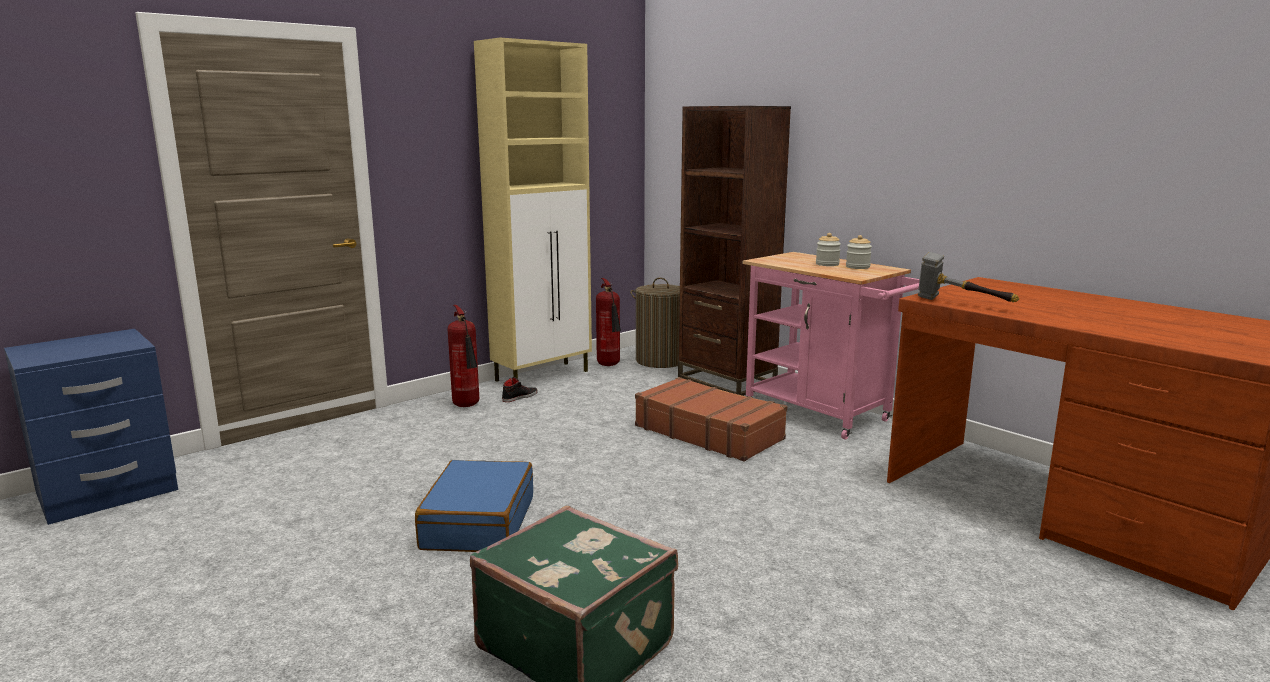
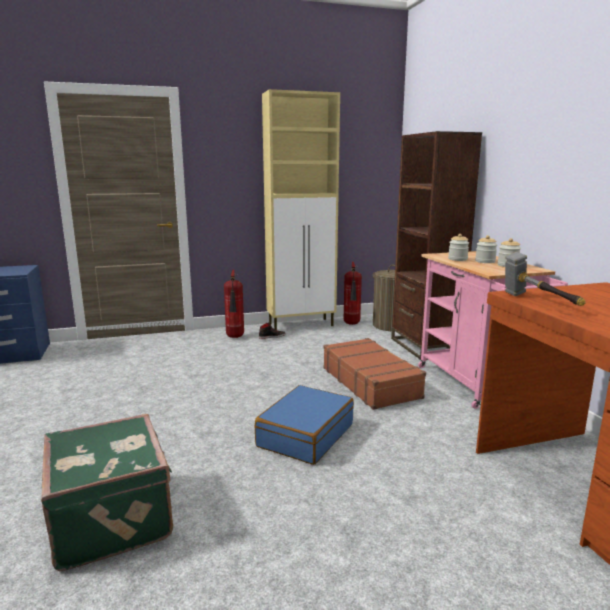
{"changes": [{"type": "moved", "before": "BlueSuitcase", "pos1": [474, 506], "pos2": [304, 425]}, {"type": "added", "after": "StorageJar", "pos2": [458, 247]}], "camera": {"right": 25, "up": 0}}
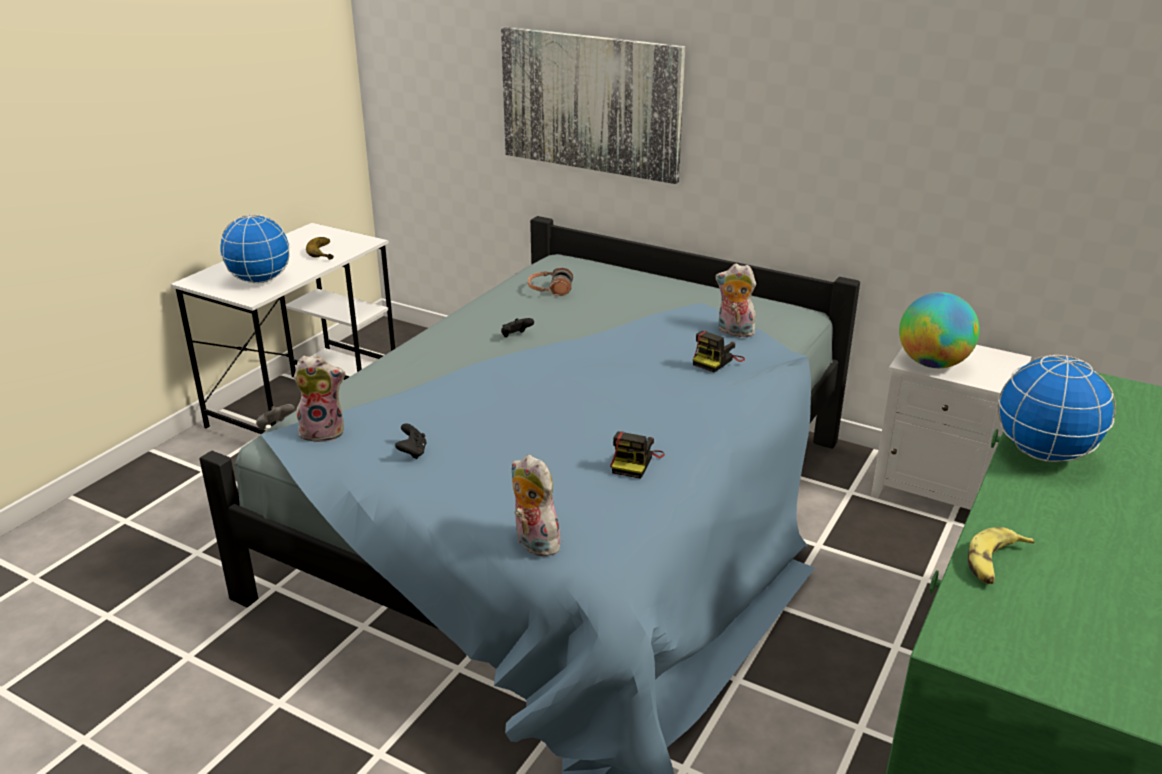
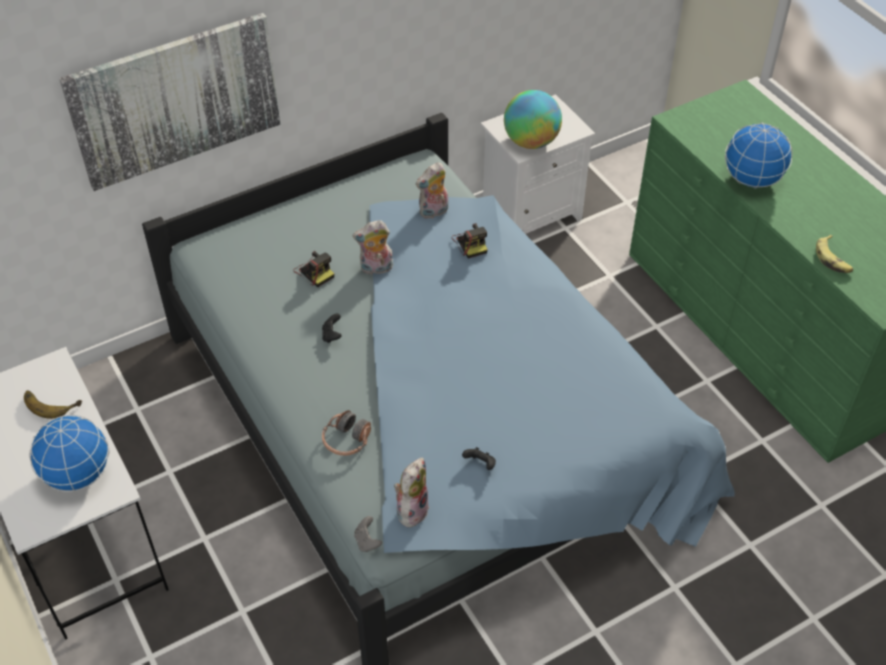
{"changes": [{"type": "moved", "before": "SoftToy", "pos1": [538, 506], "pos2": [372, 248]}, {"type": "moved", "before": "PairOfHeadphones", "pos1": [550, 282], "pos2": [346, 433]}, {"type": "moved", "before": "StillCamera", "pos1": [637, 455], "pos2": [313, 269]}], "camera": {"right": -60, "up": 20}}
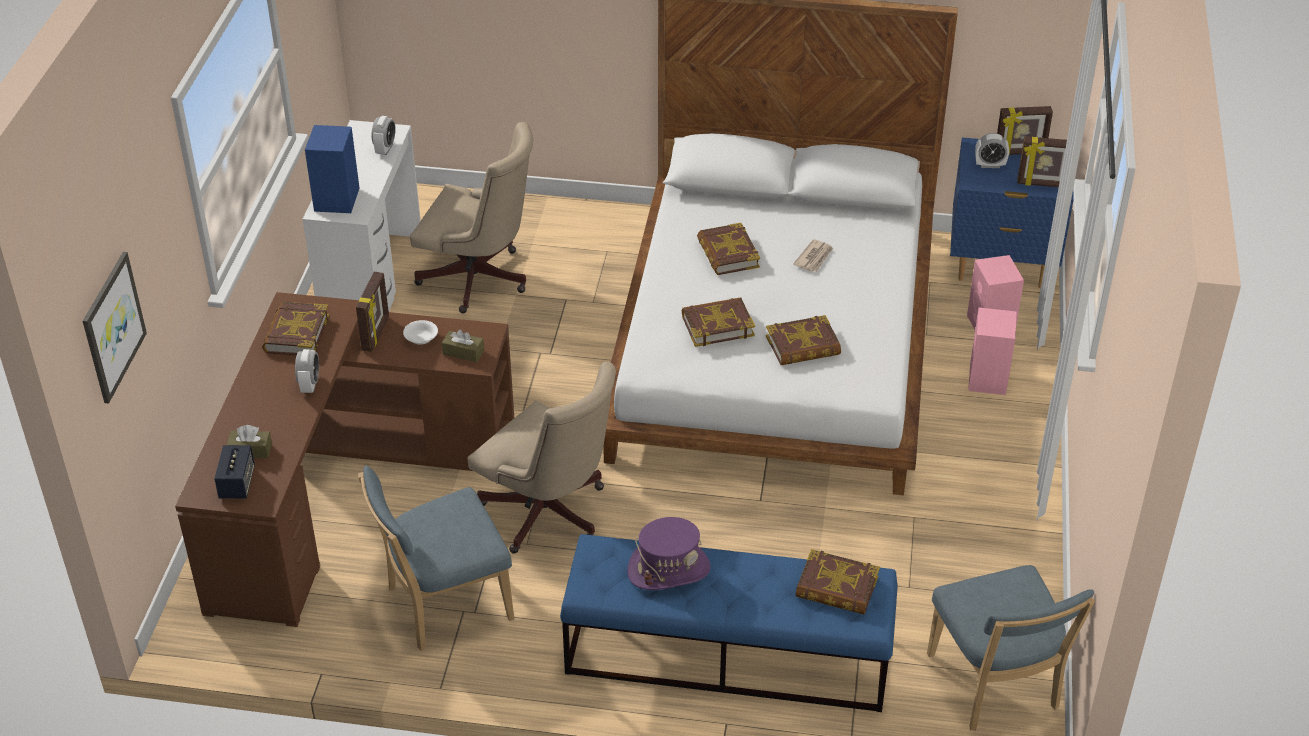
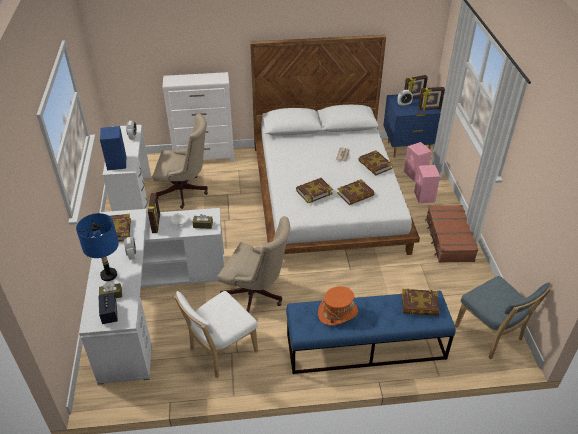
{"changes": [{"type": "removed", "before": "WallPicture", "pos1": [115, 328]}, {"type": "recoloured", "before": "BrownishDeskTable", "after": "WhitishDeskTable", "pos1": [345, 459], "pos2": [152, 296]}, {"type": "recoloured", "before": "BlueUprightChair", "after": "WhitishUprightChair", "pos1": [436, 558], "pos2": [216, 334]}, {"type": "recoloured", "before": "PurpleHat", "after": "OrangeyHat", "pos1": [668, 553], "pos2": [338, 305]}, {"type": "moved", "before": "Book", "pos1": [728, 249], "pos2": [375, 162]}, {"type": "added", "after": "BlueLampForATable", "pos2": [97, 247]}, {"type": "added", "after": "WhitishChestOfDrawers", "pos2": [198, 117]}, {"type": "added", "after": "BrownishSuitcase", "pos2": [451, 234]}], "camera": {"right": -15, "up": 0}}
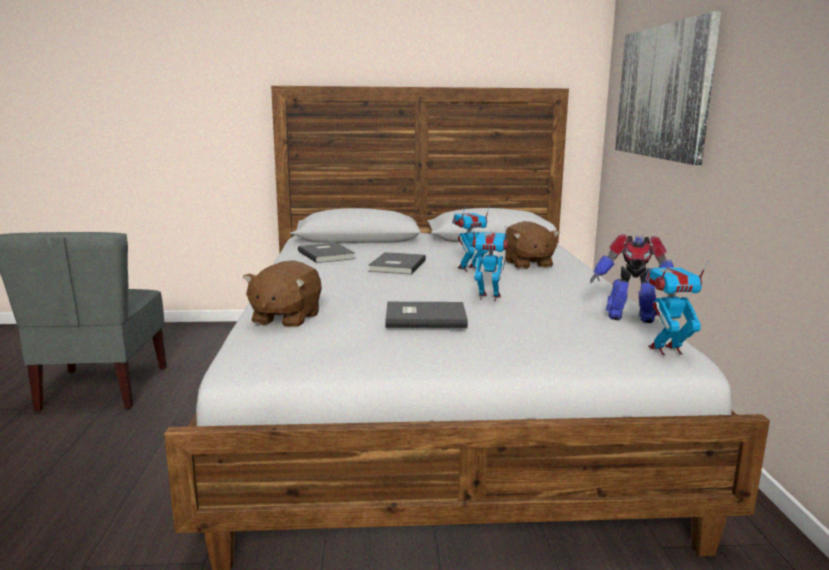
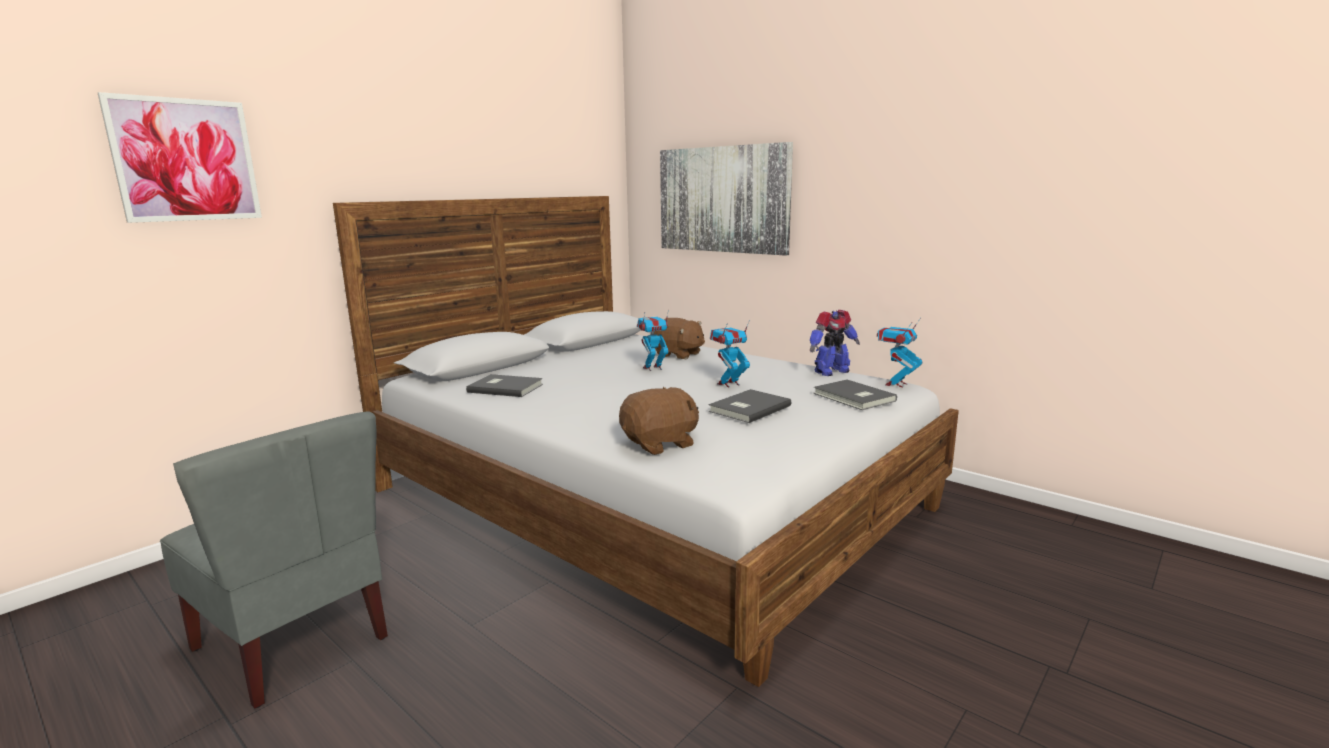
{"changes": [{"type": "turned", "before": "BrownishSoftToy", "pos1": [282, 293], "pos2": [659, 421], "turn": -90}, {"type": "moved", "before": "GreyishBook", "pos1": [397, 263], "pos2": [855, 394]}, {"type": "turned", "before": "RobotFigure", "pos1": [471, 238], "pos2": [653, 340], "turn": 45}, {"type": "added", "after": "WallPicture", "pos2": [180, 157]}], "camera": {"right": -45, "up": 0}}
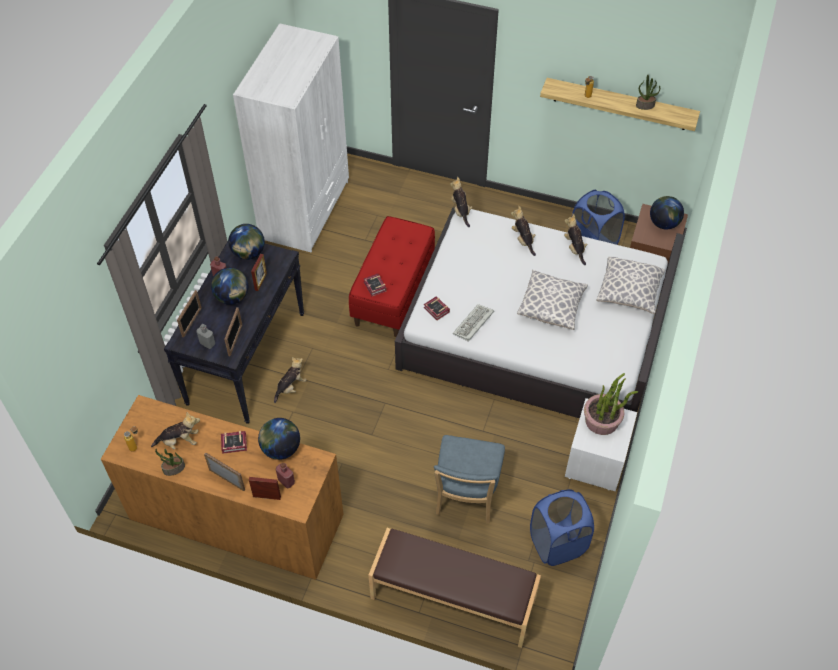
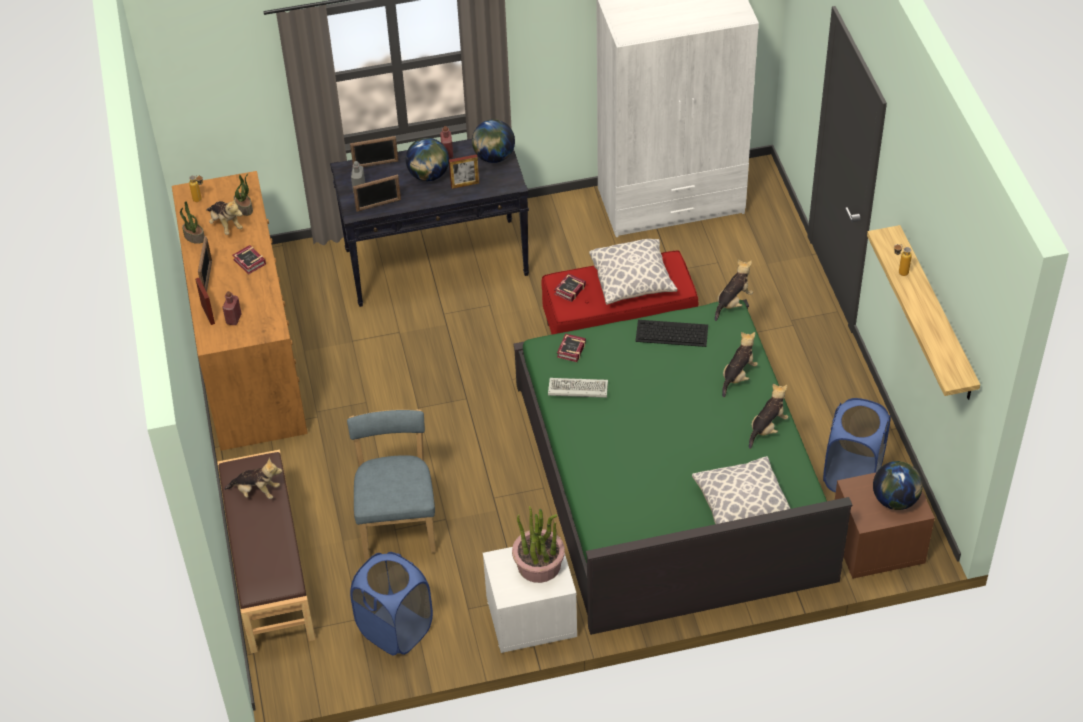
{"changes": [{"type": "removed", "before": "DeskGlobe", "pos1": [279, 439]}, {"type": "moved", "before": "SoftToy", "pos1": [290, 380], "pos2": [253, 478]}, {"type": "recoloured", "before": "WhitishBedroomBed", "after": "GreenBedroomBed", "pos1": [539, 313], "pos2": [682, 467]}, {"type": "turned", "before": "BlueUprightChair", "pos1": [469, 479], "pos2": [391, 484], "turn": 105}, {"type": "moved", "before": "ThrowPillow", "pos1": [552, 300], "pos2": [633, 272]}, {"type": "moved", "before": "PlantInAPot", "pos1": [648, 92], "pos2": [243, 194]}, {"type": "added", "after": "ComputerKeyboard", "pos2": [671, 333]}], "camera": {"right": 60, "up": -5}}
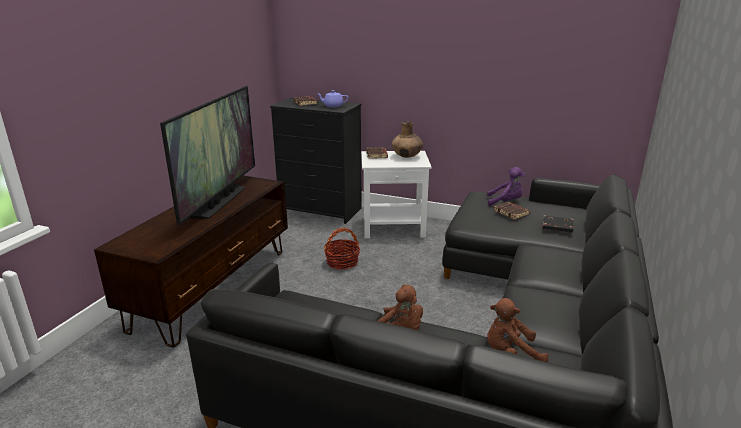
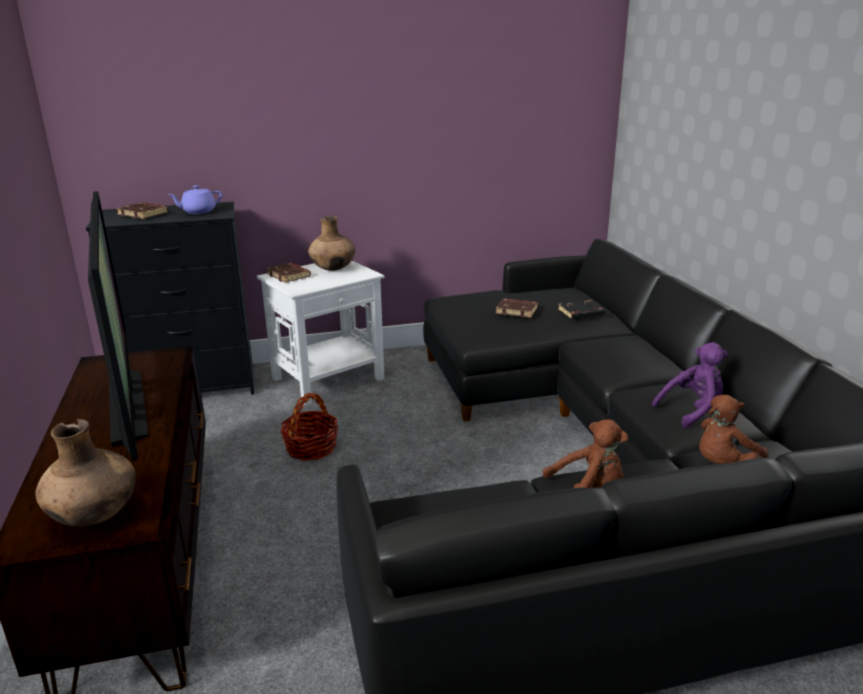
{"changes": [{"type": "moved", "before": "PurpleSoftToy", "pos1": [506, 186], "pos2": [690, 385]}, {"type": "added", "after": "BrownishVase", "pos2": [85, 473]}], "camera": {"right": -35, "up": 0}}
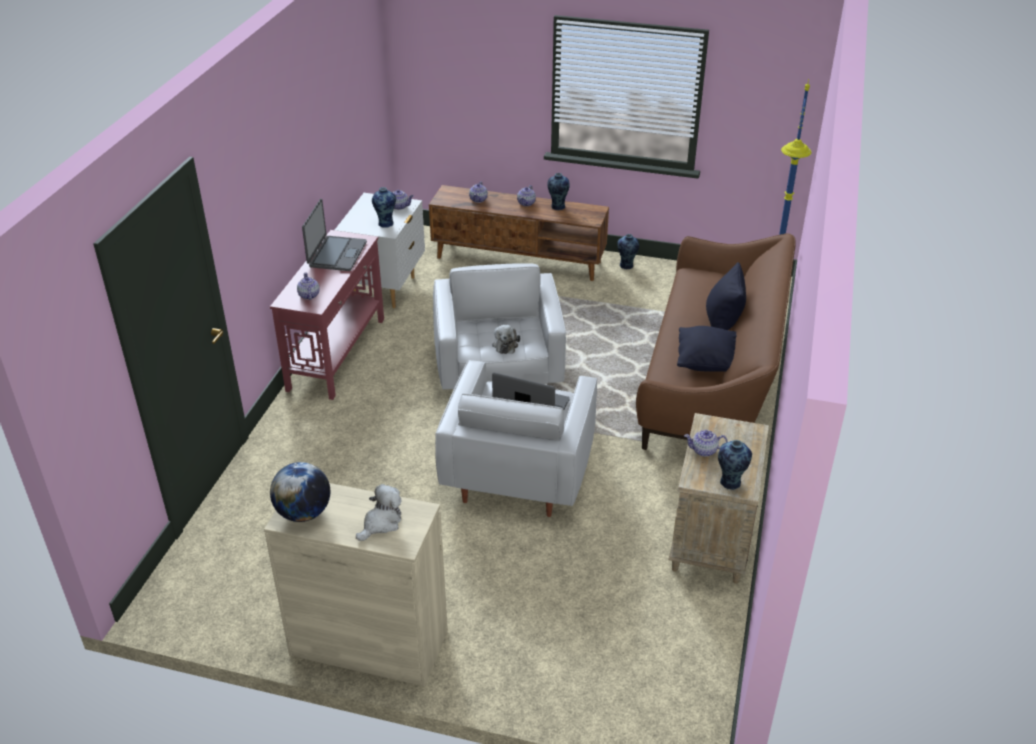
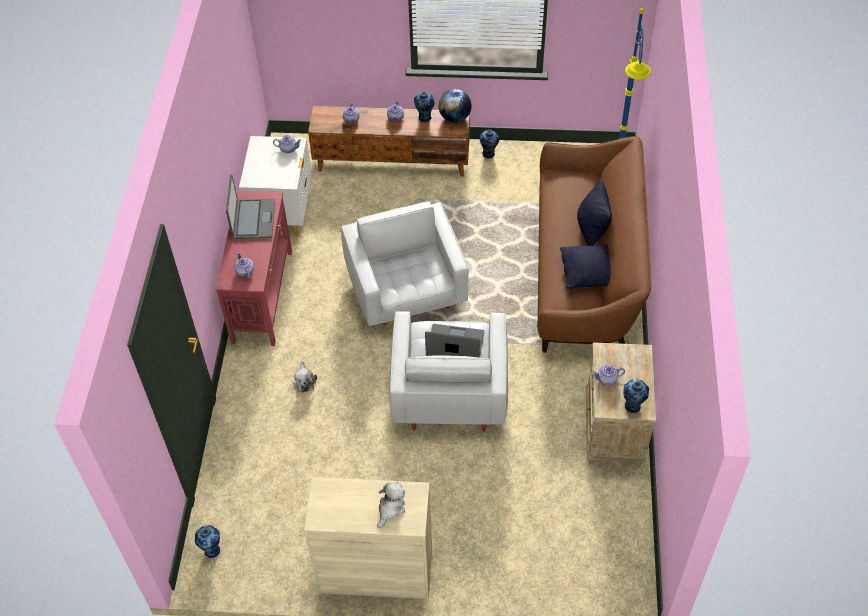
{"changes": [{"type": "moved", "before": "DeskGlobe", "pos1": [300, 492], "pos2": [455, 106]}, {"type": "moved", "before": "Vase", "pos1": [384, 207], "pos2": [207, 541]}, {"type": "moved", "before": "SoftToy", "pos1": [506, 339], "pos2": [305, 376]}], "camera": {"right": -10, "up": 15}}
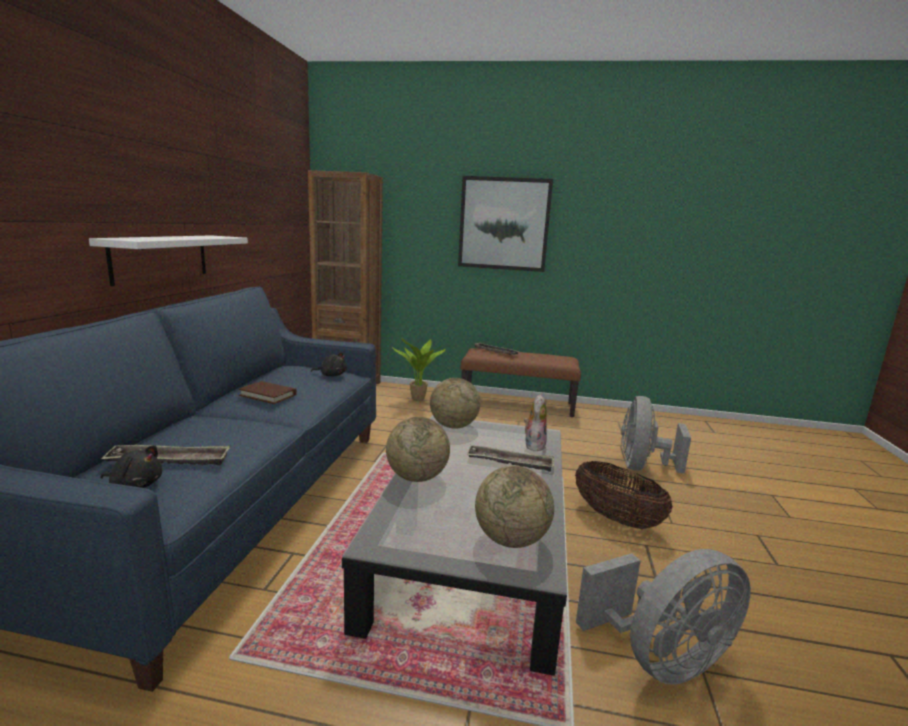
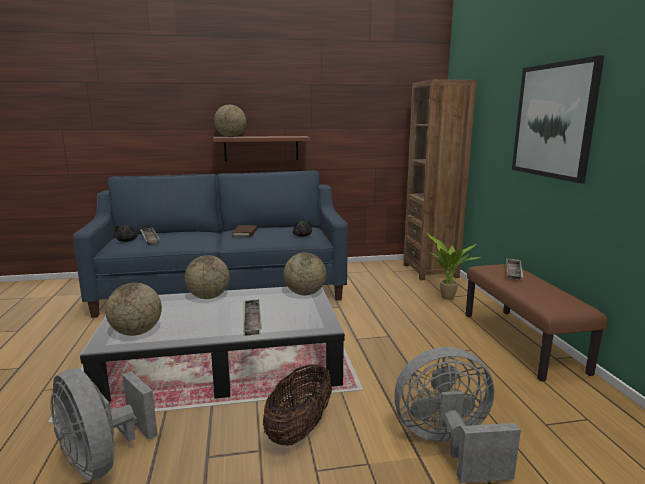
{"changes": [{"type": "recoloured", "before": "WhitishBracketShelf", "after": "BrownishBracketShelf", "pos1": [168, 260], "pos2": [261, 148]}, {"type": "removed", "before": "SoftToy", "pos1": [535, 422]}, {"type": "added", "after": "DeskGlobe", "pos2": [230, 121]}], "camera": {"right": 70, "up": 0}}
